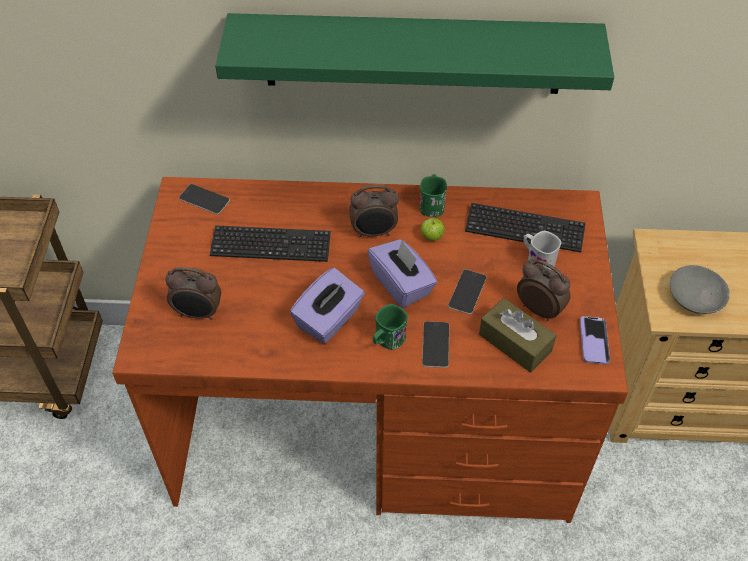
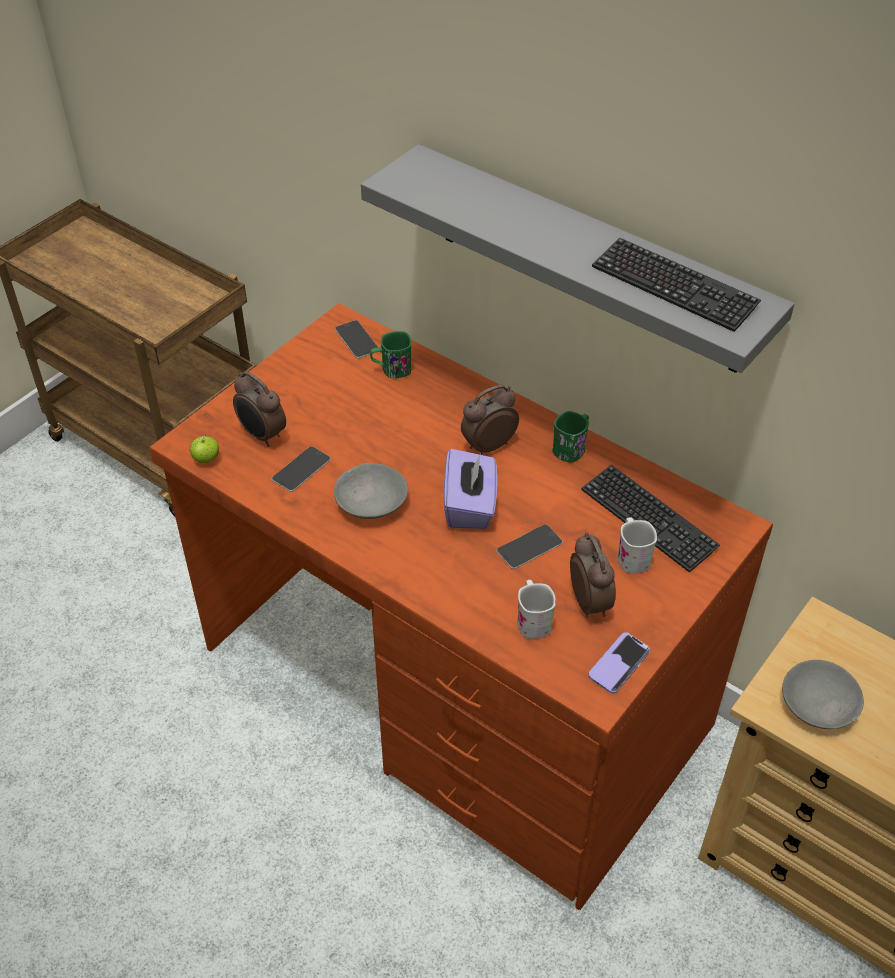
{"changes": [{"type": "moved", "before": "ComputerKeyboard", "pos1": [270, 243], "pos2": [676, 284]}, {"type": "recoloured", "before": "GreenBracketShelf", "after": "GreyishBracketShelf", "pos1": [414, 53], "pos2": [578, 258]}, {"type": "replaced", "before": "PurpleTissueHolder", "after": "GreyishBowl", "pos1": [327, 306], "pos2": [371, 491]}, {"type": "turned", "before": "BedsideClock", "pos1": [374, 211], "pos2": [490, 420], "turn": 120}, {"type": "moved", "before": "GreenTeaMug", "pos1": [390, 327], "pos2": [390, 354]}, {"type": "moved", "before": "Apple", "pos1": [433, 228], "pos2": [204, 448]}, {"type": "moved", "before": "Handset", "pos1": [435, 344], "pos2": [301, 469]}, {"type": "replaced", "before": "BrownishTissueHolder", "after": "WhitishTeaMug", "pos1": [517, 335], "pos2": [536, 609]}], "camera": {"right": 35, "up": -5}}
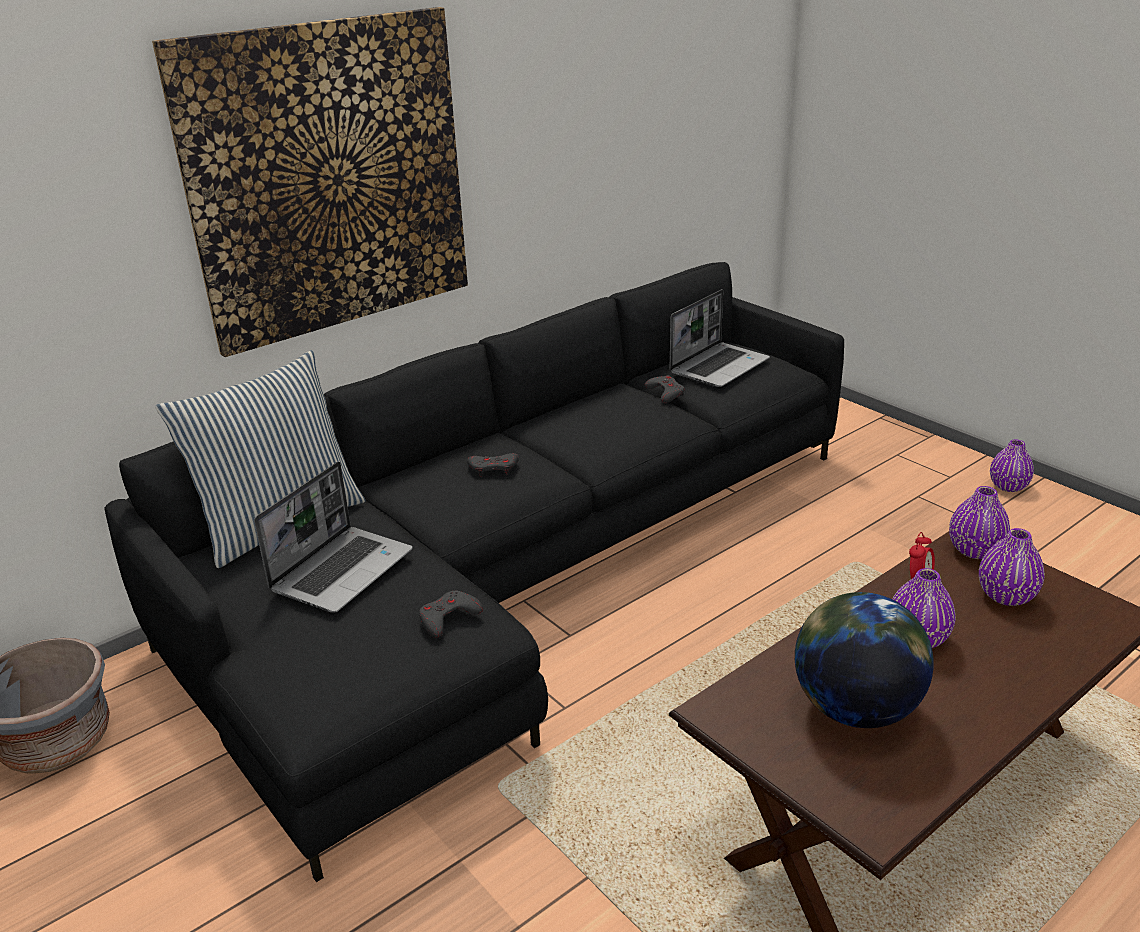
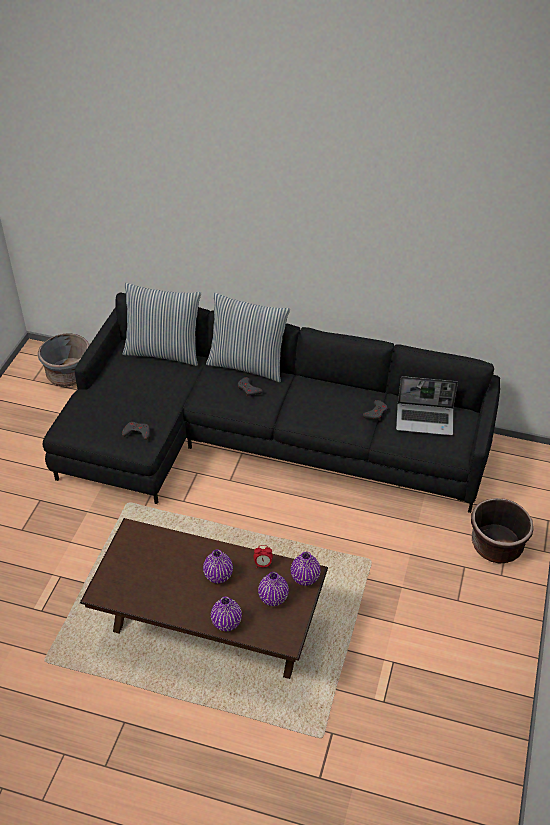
{"changes": [{"type": "removed", "before": "WallPicture", "pos1": [310, 182]}, {"type": "removed", "before": "Laptop", "pos1": [333, 537]}, {"type": "removed", "before": "DeskGlobe", "pos1": [864, 660]}, {"type": "moved", "before": "PurpleVase", "pos1": [1012, 465], "pos2": [226, 613]}, {"type": "added", "after": "ThrowPillow", "pos2": [248, 337]}, {"type": "added", "after": "BrownishPlanter", "pos2": [502, 531]}], "camera": {"right": 55, "up": 15}}
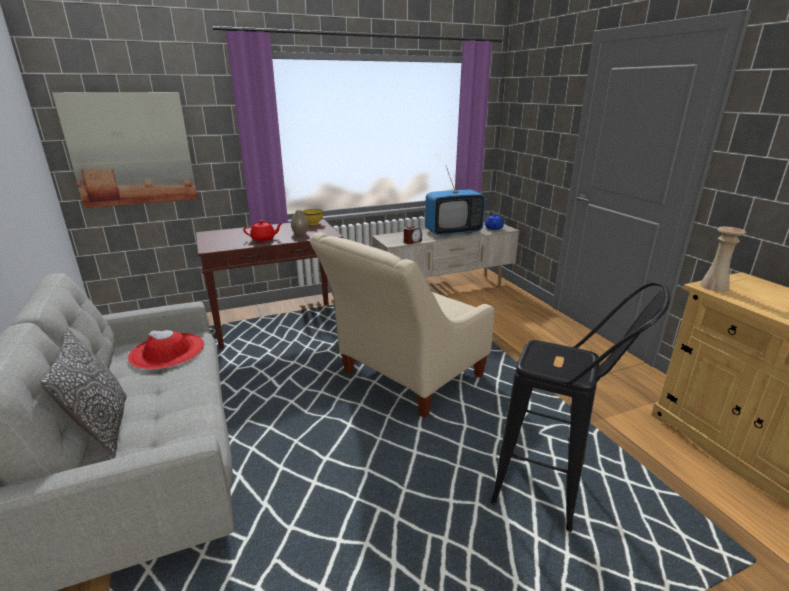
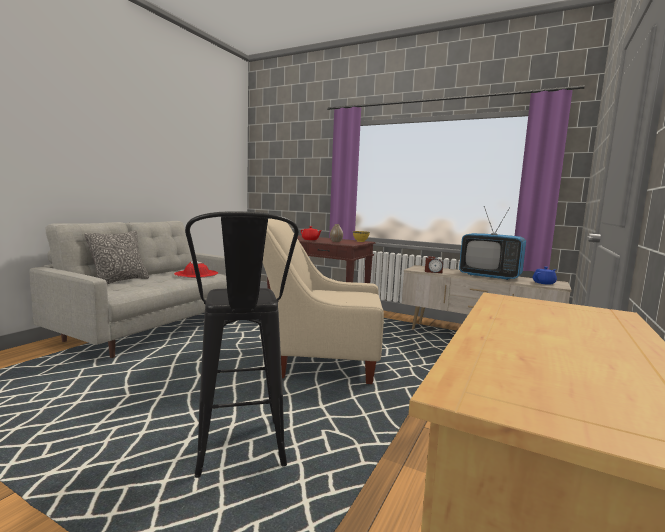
{"changes": [{"type": "removed", "before": "WallPicture", "pos1": [125, 150]}, {"type": "removed", "before": "BeigeVase", "pos1": [723, 259]}], "camera": {"right": 50, "up": -15}}
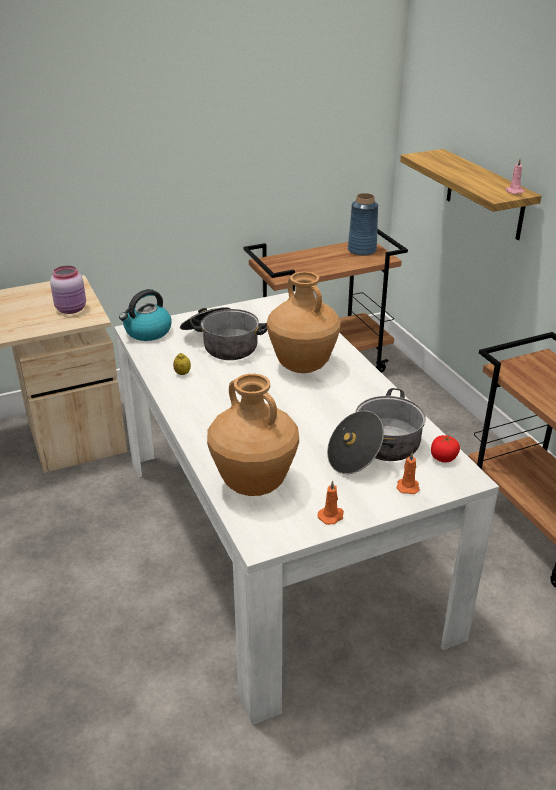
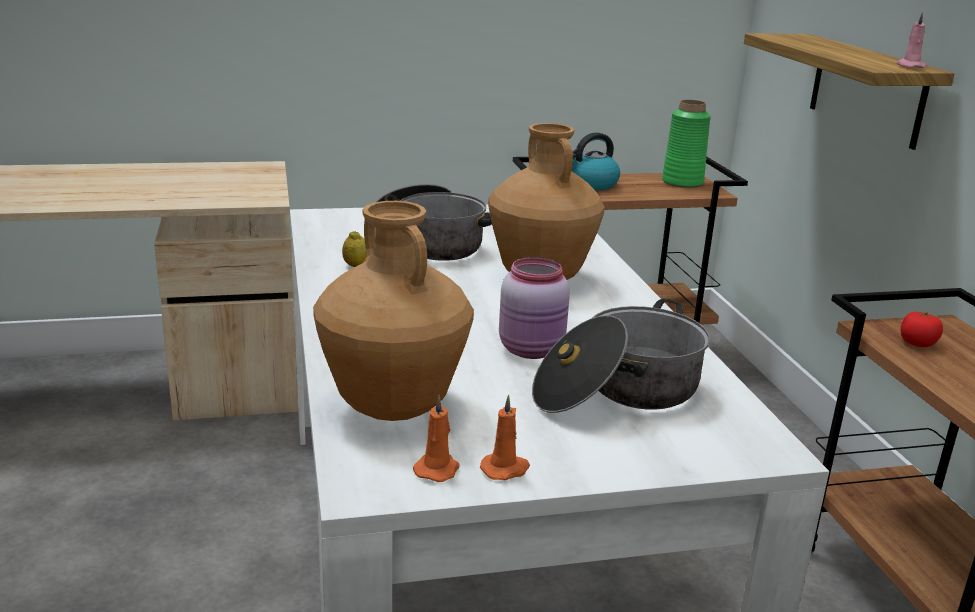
{"changes": [{"type": "moved", "before": "PinkColouredStorageJar", "pos1": [68, 290], "pos2": [534, 308]}, {"type": "moved", "before": "Kettle", "pos1": [145, 315], "pos2": [596, 161]}, {"type": "recoloured", "before": "BlueVase", "after": "GreenVase", "pos1": [363, 224], "pos2": [686, 144]}, {"type": "moved", "before": "OrangeyWaxLight", "pos1": [408, 473], "pos2": [436, 438]}, {"type": "moved", "before": "Tomato", "pos1": [445, 448], "pos2": [922, 329]}], "camera": {"right": 10, "up": -10}}
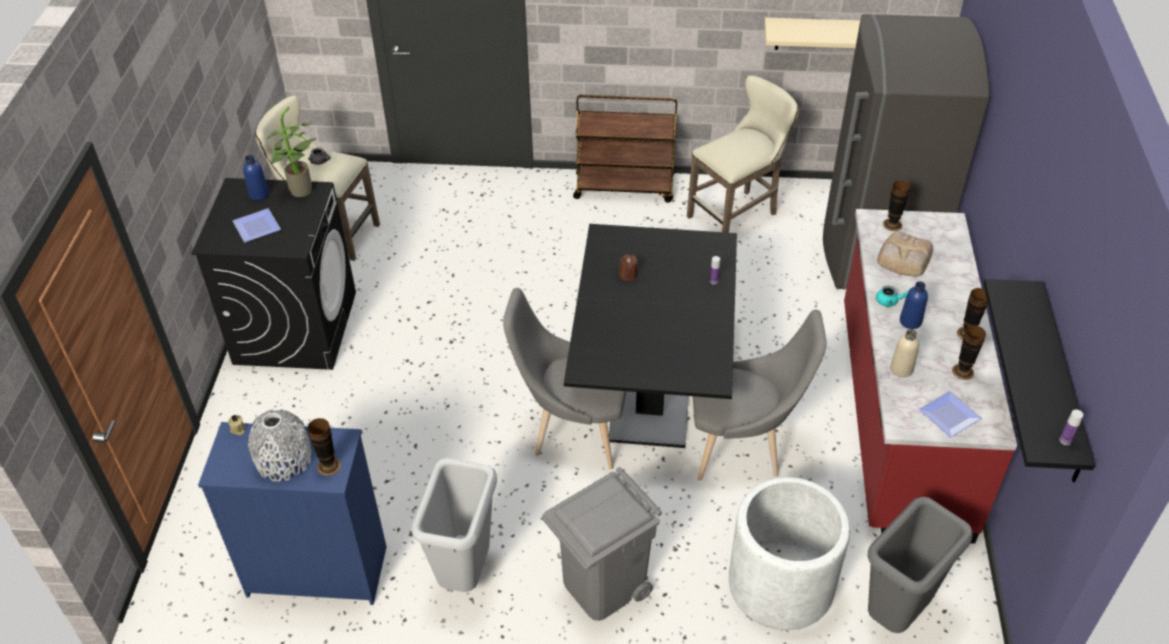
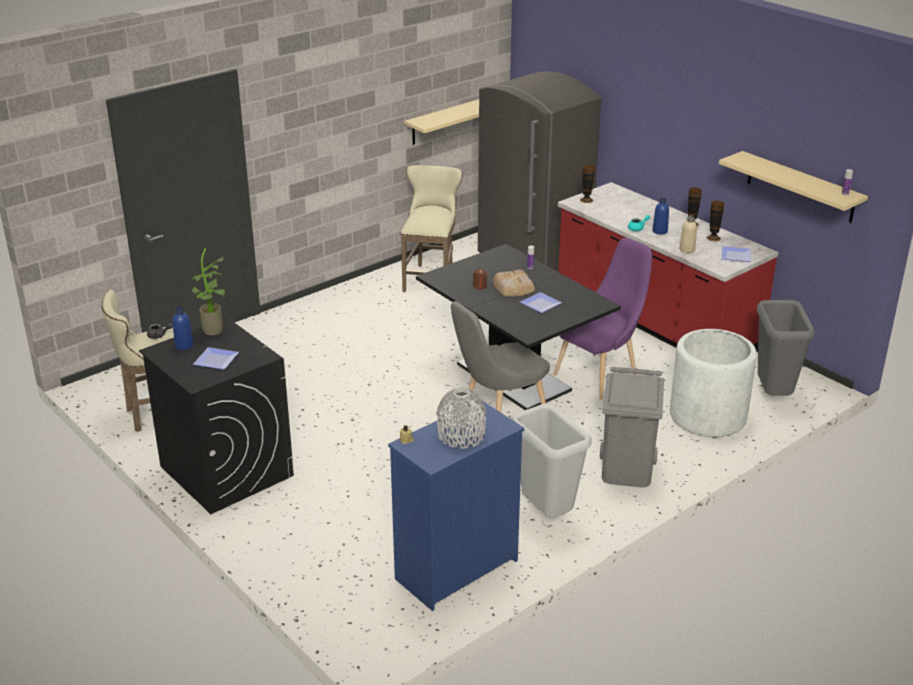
{"changes": [{"type": "removed", "before": "Vase", "pos1": [324, 447]}, {"type": "removed", "before": "BrownishTrolley", "pos1": [625, 149]}, {"type": "recoloured", "before": "GreyishUprightChair", "after": "PurpleUprightChair", "pos1": [760, 395], "pos2": [603, 318]}, {"type": "moved", "before": "BakeryBread", "pos1": [905, 253], "pos2": [514, 283]}, {"type": "recoloured", "before": "BlackColouredBracketShelf", "after": "BeigeBracketShelf", "pos1": [1039, 380], "pos2": [793, 187]}, {"type": "added", "after": "Plate", "pos2": [541, 302]}], "camera": {"right": -45, "up": -15}}
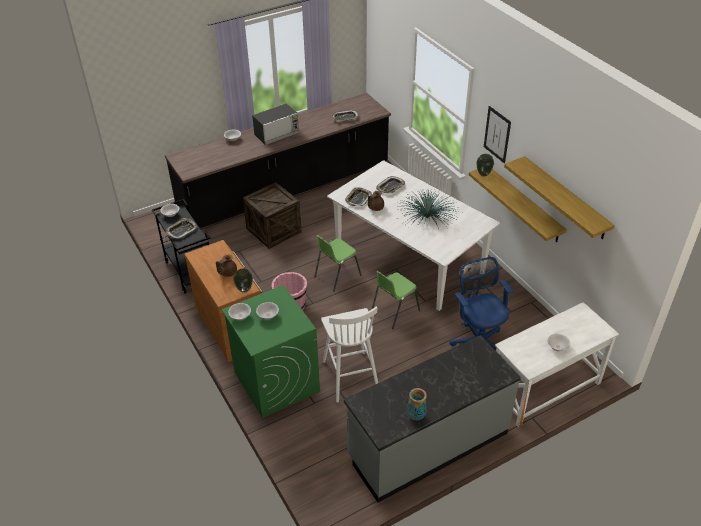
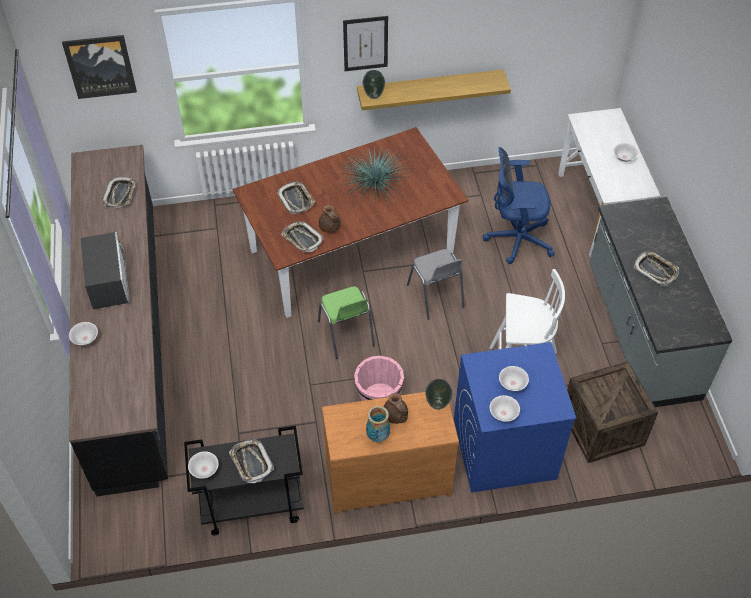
{"changes": [{"type": "recoloured", "before": "GreenWashingMachine", "after": "BlueWashingMachine", "pos1": [271, 351], "pos2": [515, 417]}, {"type": "moved", "before": "ShippingCrate", "pos1": [272, 215], "pos2": [612, 412]}, {"type": "recoloured", "before": "WhitishKitchenTable", "after": "BrownishKitchenTable", "pos1": [413, 235], "pos2": [351, 222]}, {"type": "recoloured", "before": "GreenUprightChair", "after": "GreyishUprightChair", "pos1": [396, 300], "pos2": [435, 284]}, {"type": "moved", "before": "Vase", "pos1": [417, 404], "pos2": [378, 424]}, {"type": "removed", "before": "BracketShelf", "pos1": [559, 197]}, {"type": "added", "after": "WallPicture", "pos2": [99, 67]}, {"type": "added", "after": "CarryingTray", "pos2": [656, 268]}], "camera": {"right": -70, "up": 10}}
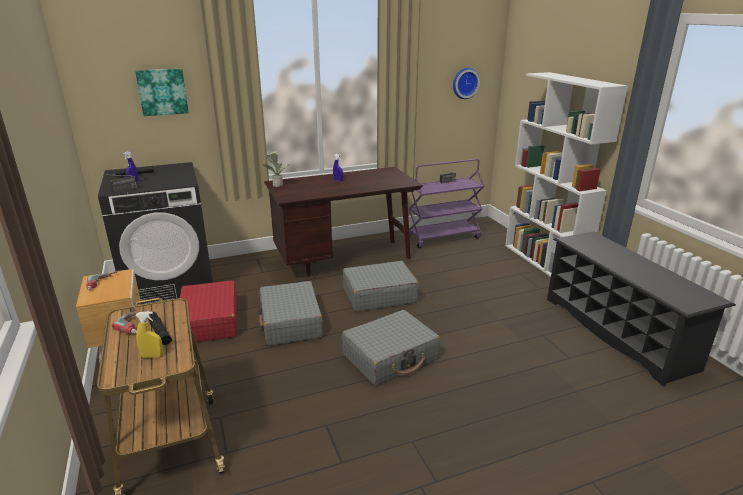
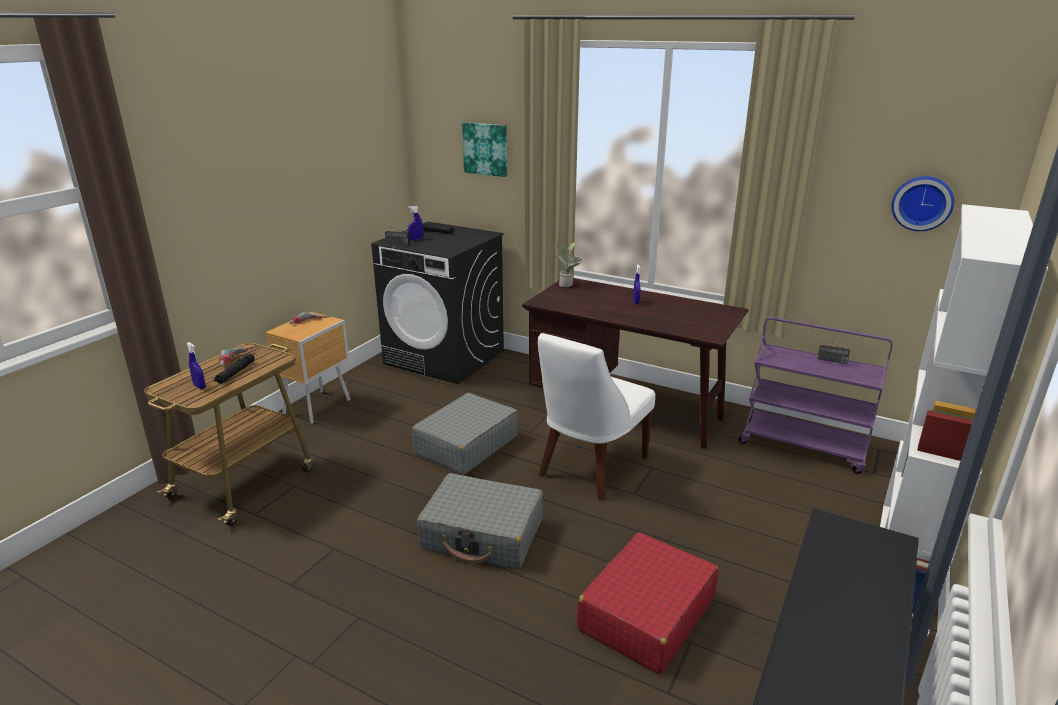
{"changes": [{"type": "recoloured", "before": "YellowHandSprayer", "after": "BlueHandSprayer", "pos1": [149, 334], "pos2": [196, 365]}, {"type": "moved", "before": "RedSuitcase", "pos1": [208, 311], "pos2": [647, 603]}, {"type": "replaced", "before": "GreyishSuitcase", "after": "WhitishUprightChair", "pos1": [381, 286], "pos2": [596, 417]}], "camera": {"right": 50, "up": 0}}
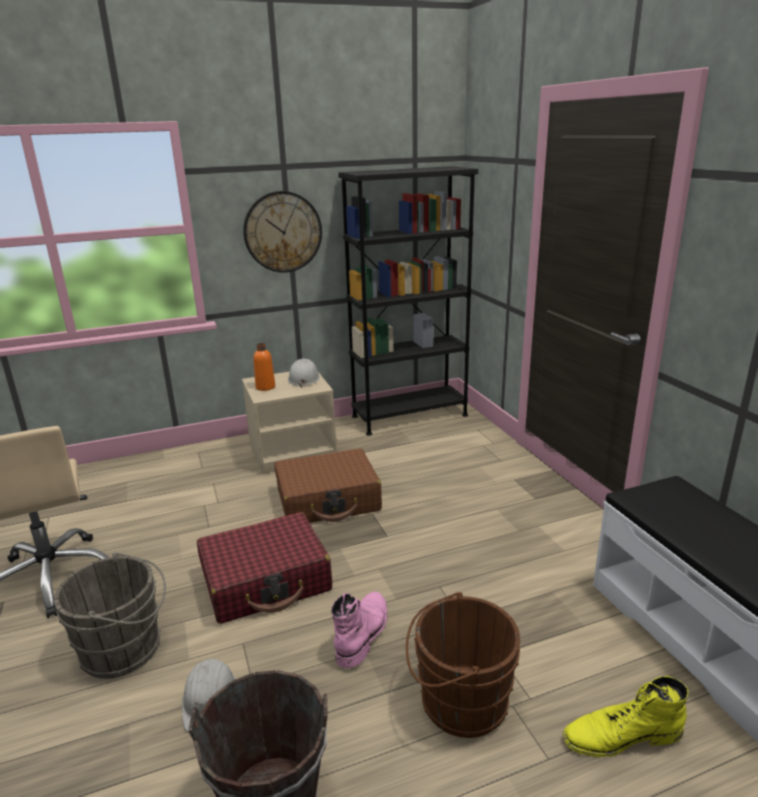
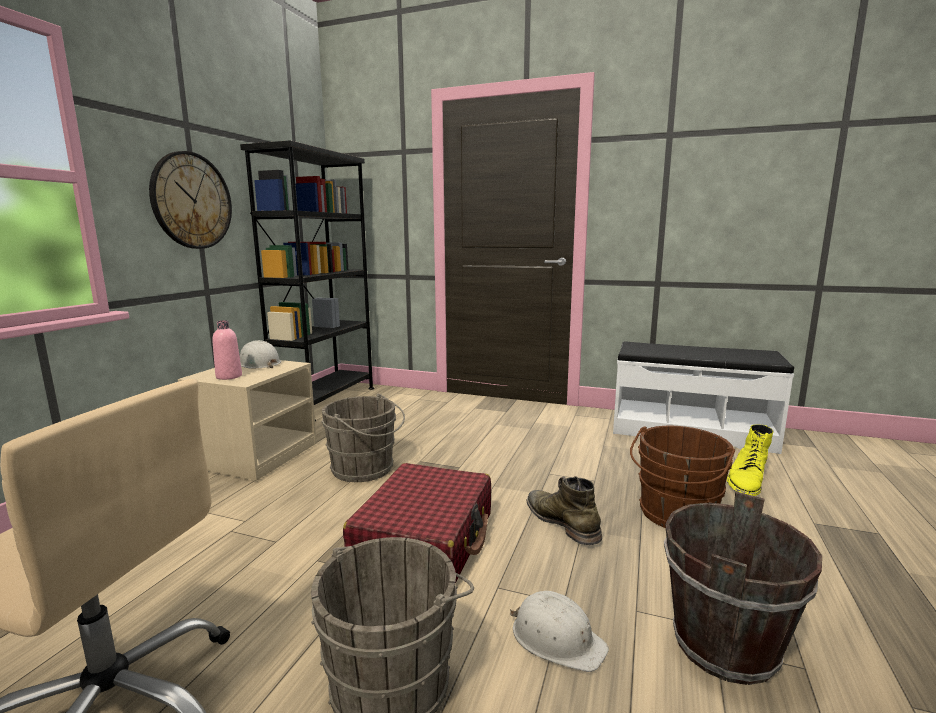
{"changes": [{"type": "recoloured", "before": "OrangeyBeverageBottle", "after": "PinkColouredBeverageBottle", "pos1": [264, 367], "pos2": [227, 350]}, {"type": "replaced", "before": "BrownishSuitcase", "after": "GreyishBucket", "pos1": [328, 485], "pos2": [363, 438]}, {"type": "recoloured", "before": "PinkColouredBoot", "after": "GreenBoot", "pos1": [359, 630], "pos2": [564, 510]}], "camera": {"right": -50, "up": -10}}
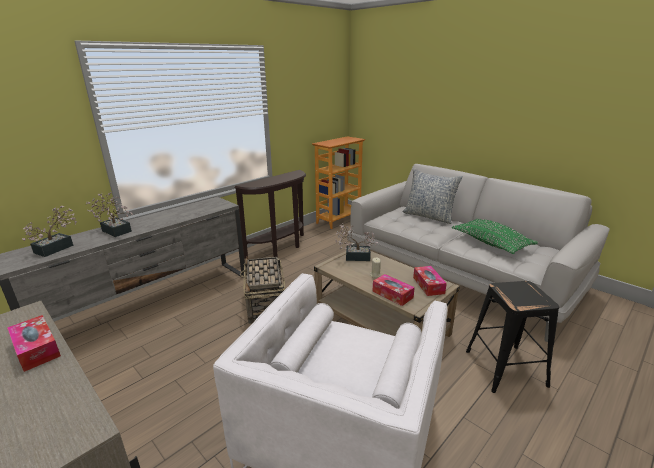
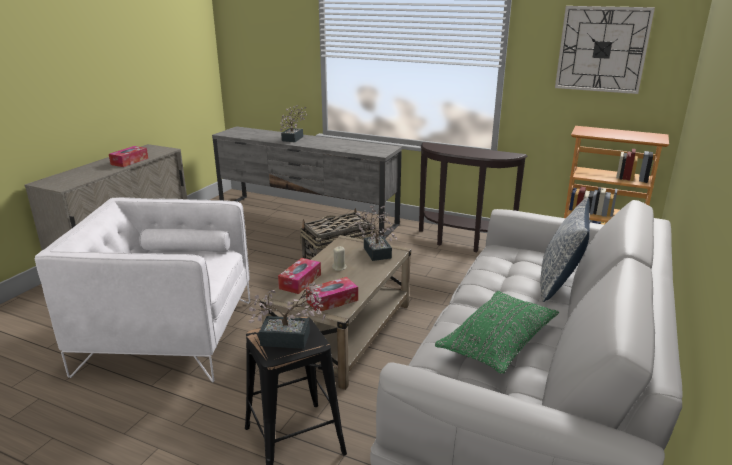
{"changes": [{"type": "moved", "before": "PlantInAPot", "pos1": [49, 231], "pos2": [287, 315]}, {"type": "added", "after": "WallClock", "pos2": [605, 50]}], "camera": {"right": 70, "up": 0}}
